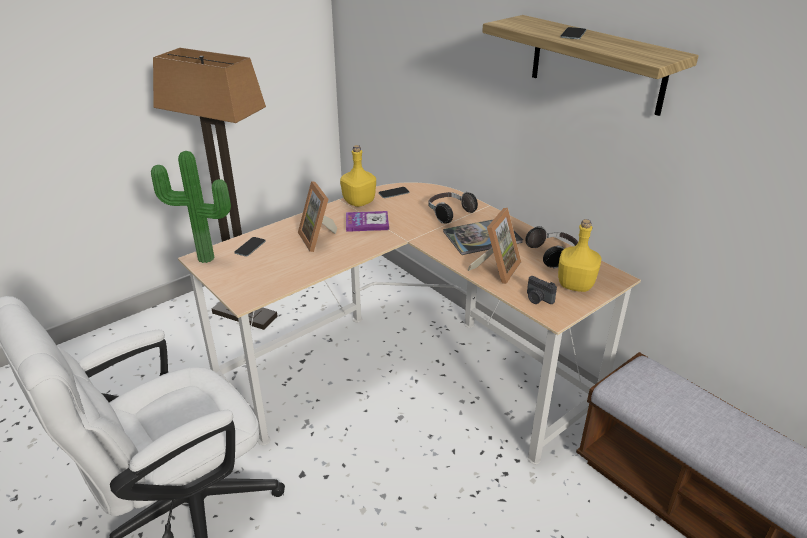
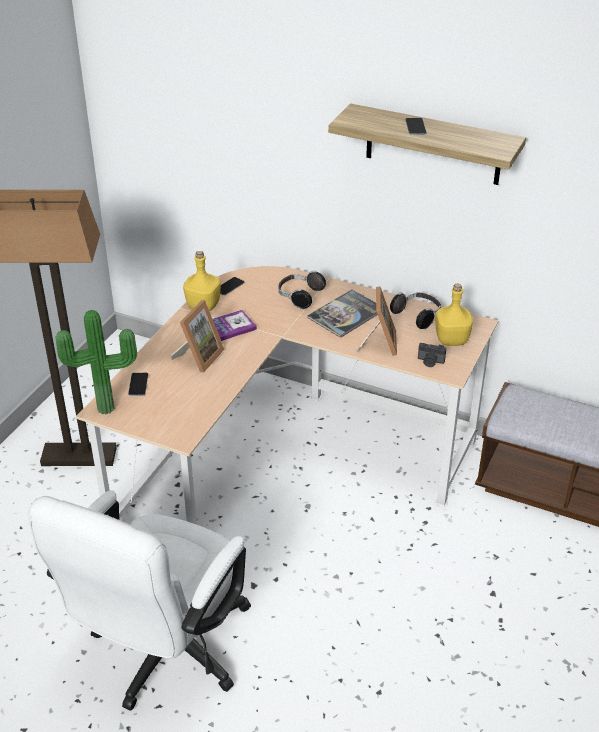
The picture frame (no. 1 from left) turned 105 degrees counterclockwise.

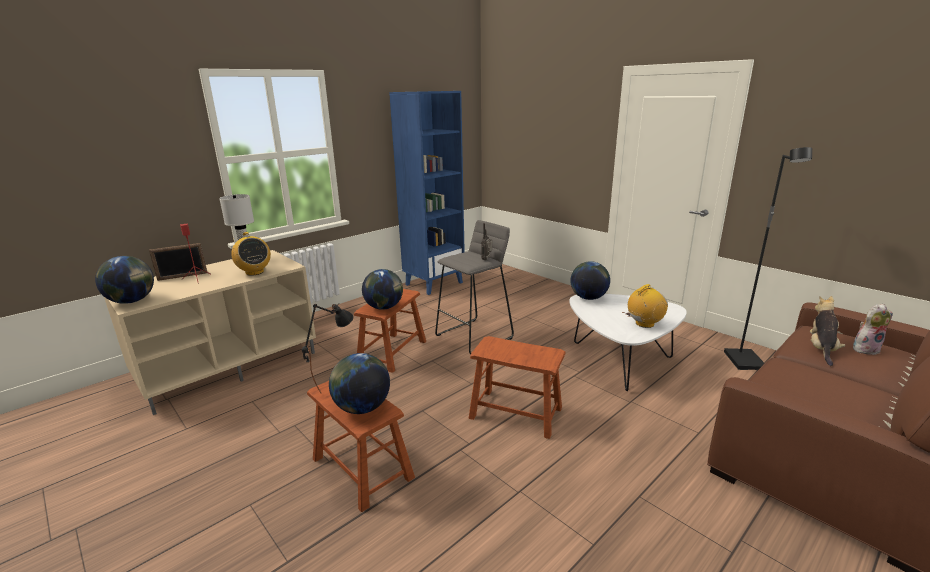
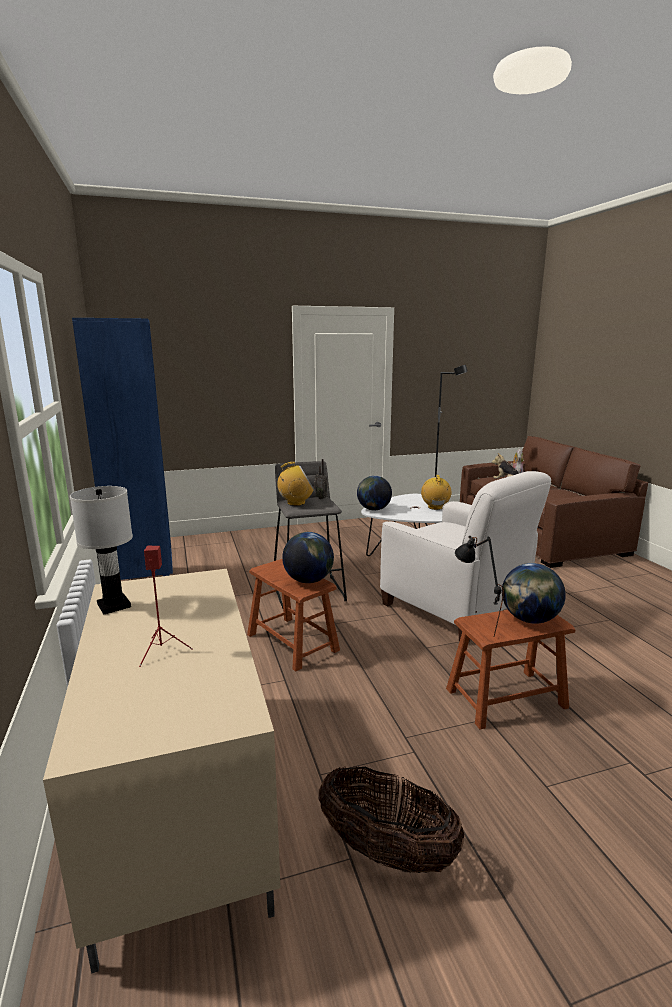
The world globe (no. 1 from left) disappeared.
The picture frame disappeared.
The radio (no. 1 from left) moved.
The sitting stool/brown-coloured (no. 3 from left) was replaced by the easy chair/white.
The storage basket appeared.

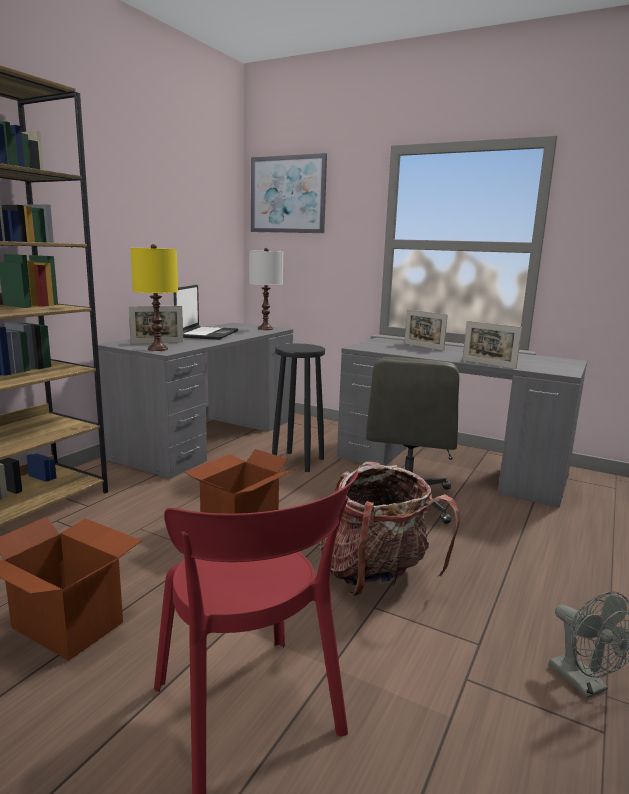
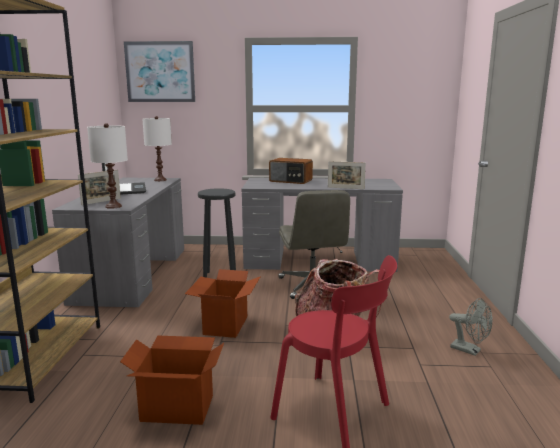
The lamp for a table/yellow-coloured became the lamp for a table/white (no. 1 from left).
The picture frame (no. 2 from left) was replaced by the radio.

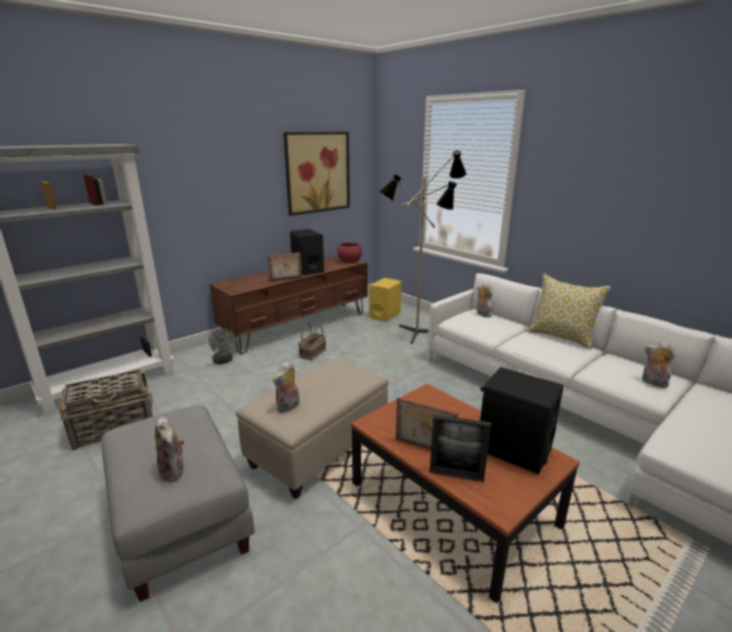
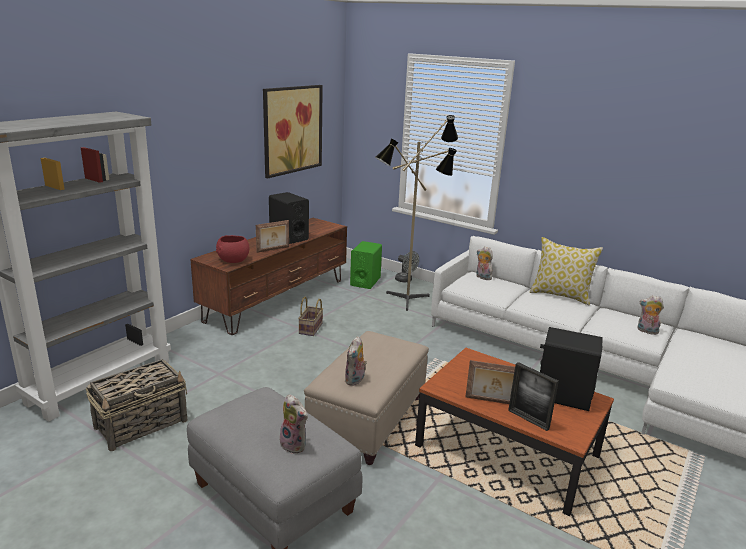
The fan/gray moved.
The deep dish/reddish moved.
The audio speaker/yellow-coloured became the audio speaker/greenish.
The picture frame (no. 3 from left) turned 45 degrees clockwise.

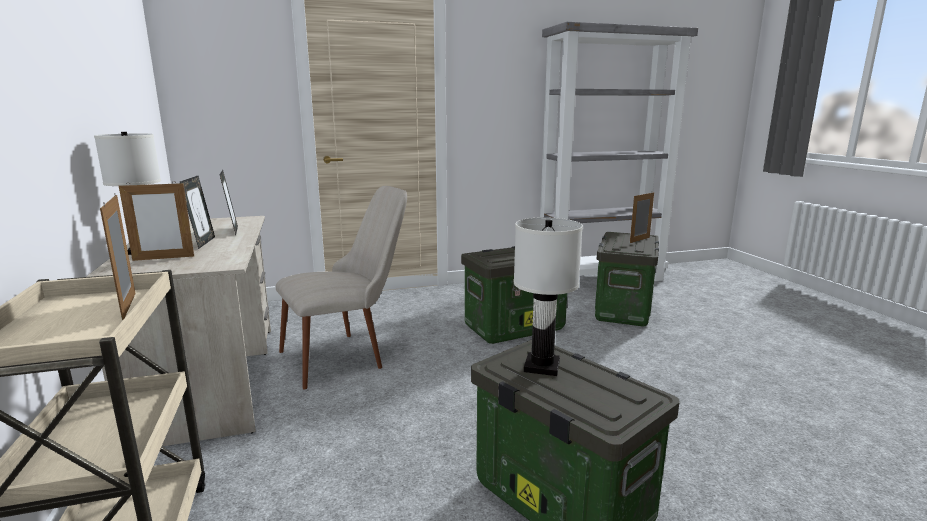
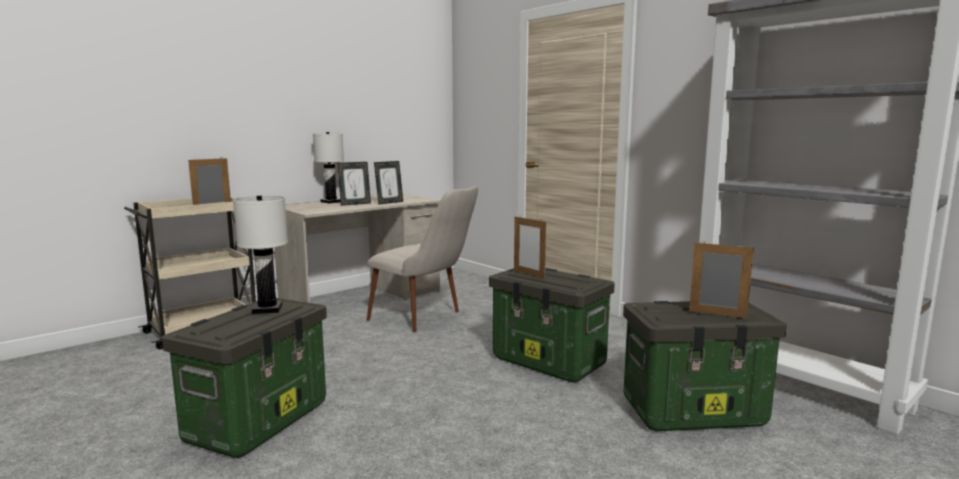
The picture frame (no. 2 from left in the first image) moved.

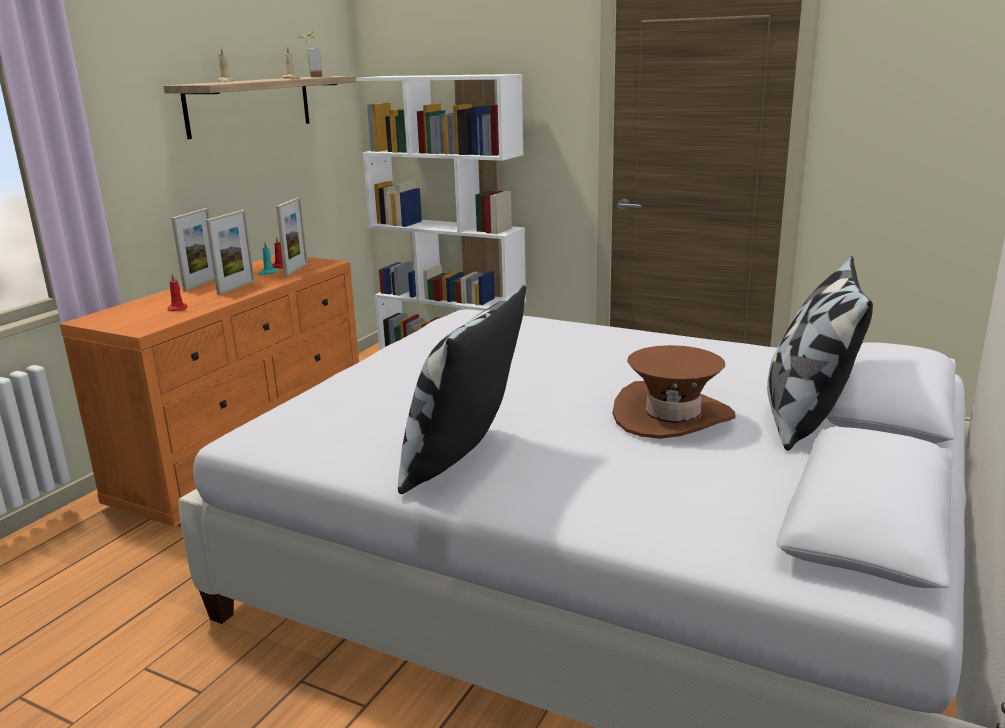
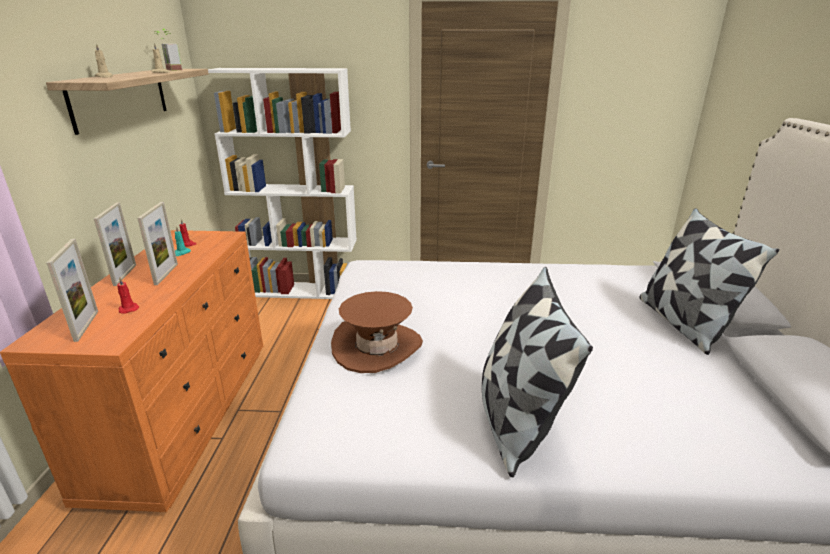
The picture frame (no. 3 from left in the first image) moved.
The clothing hat/brown-coloured moved.

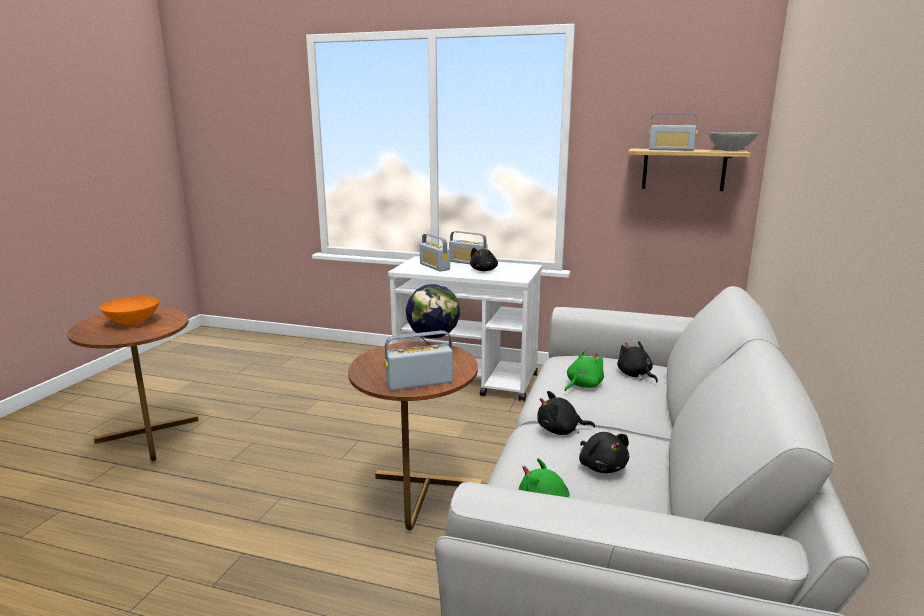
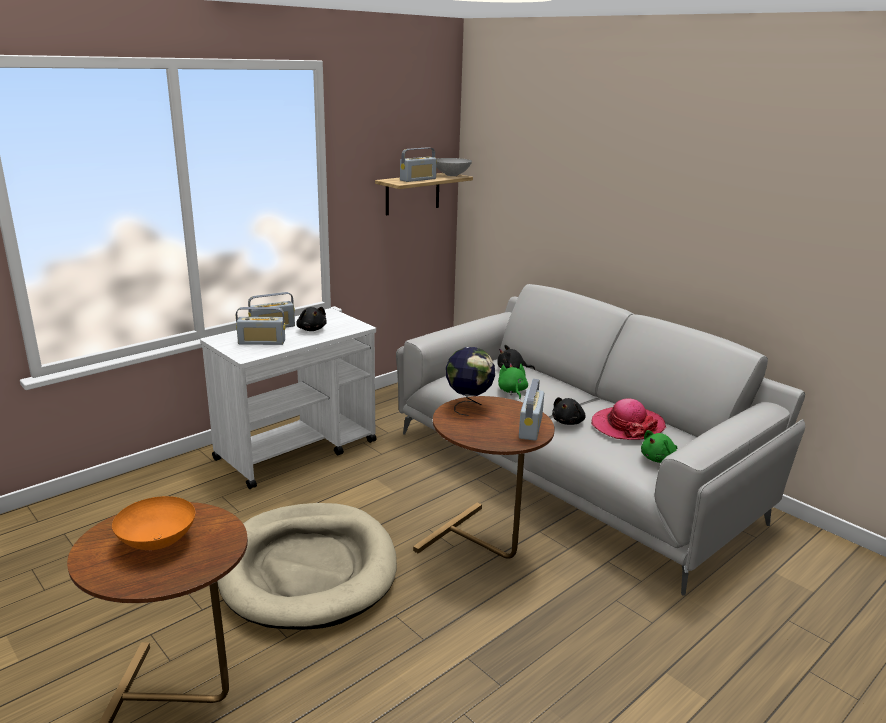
The plush toy/black (no. 3 from left) was replaced by the clothing hat.
The pet bed/beige-coloured appeared.

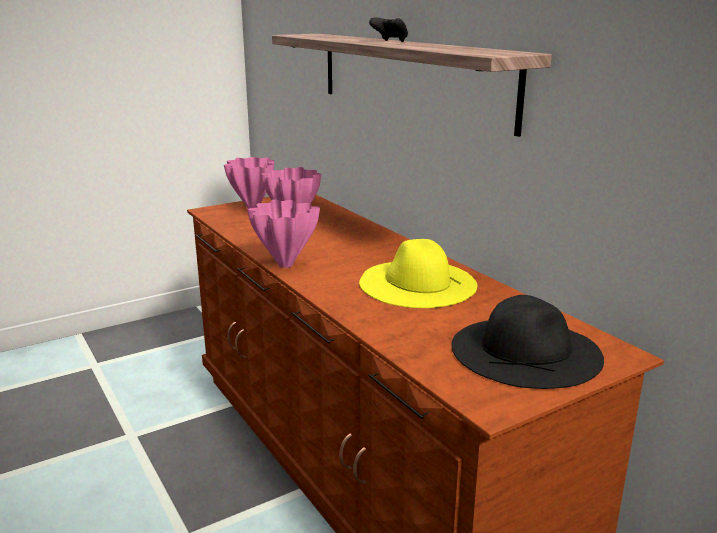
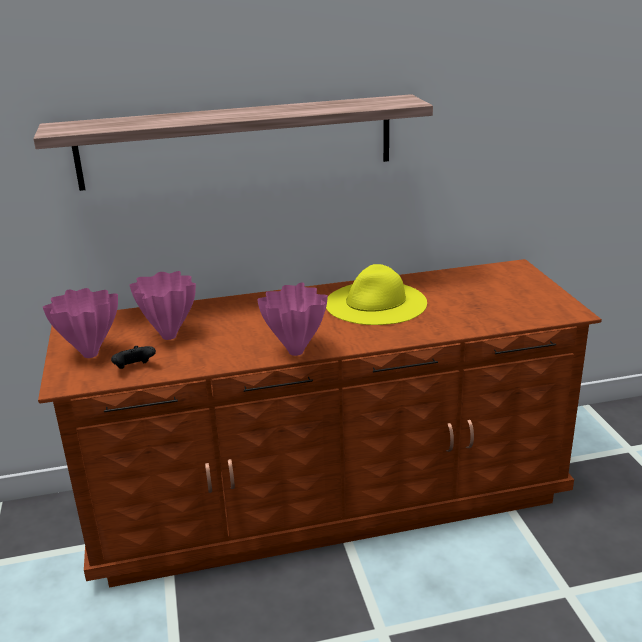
The joypad/black moved.
The clothing hat/black disappeared.

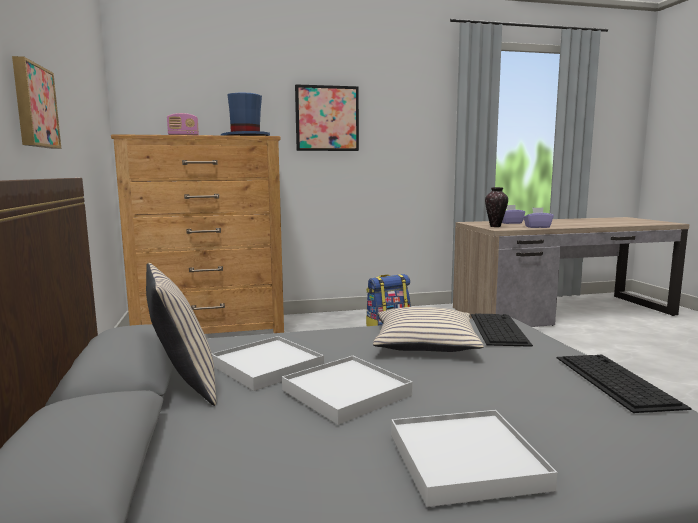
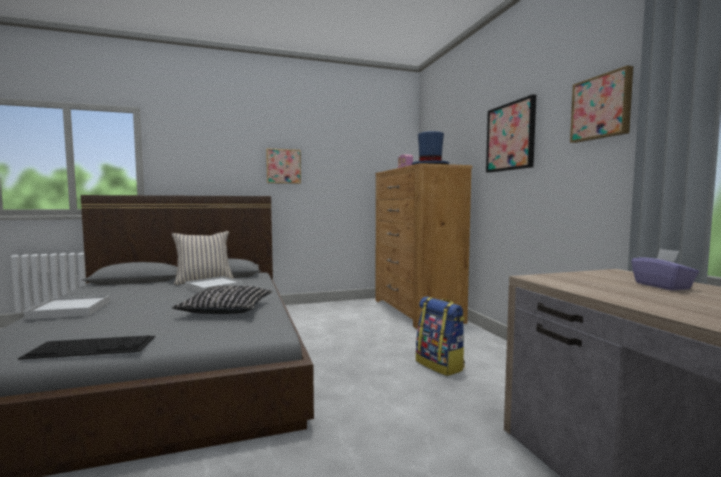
The carrying tray/white (no. 2 from left) disappeared.
The cushion/beige-coloured (no. 2 from left) became the cushion/black.
The computer keyboard (no. 1 from left) disappeared.
The vase disappeared.
The tissue box/purple (no. 2 from left) disappeared.
The picture (no. 3 from left) appeared.

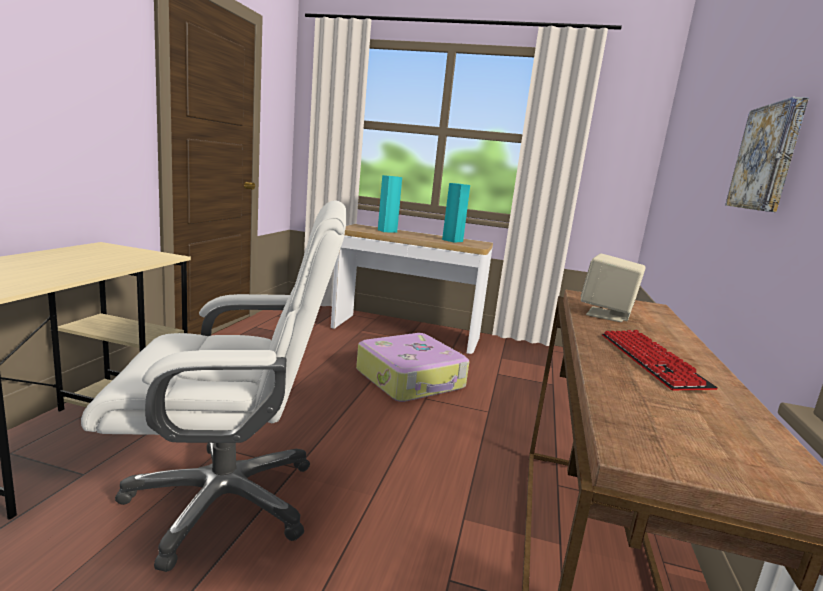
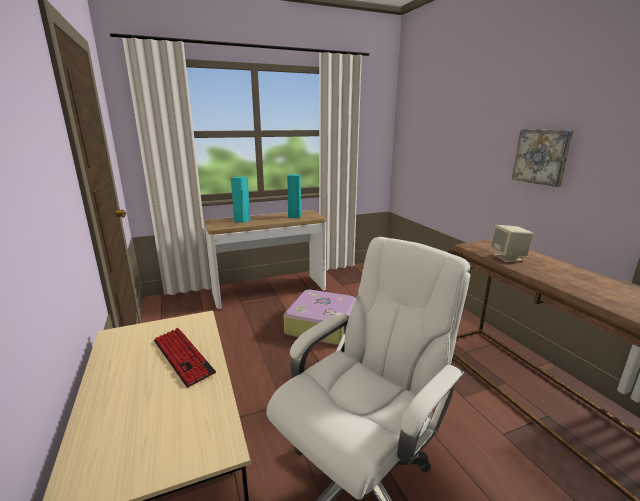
The computer keyboard moved.

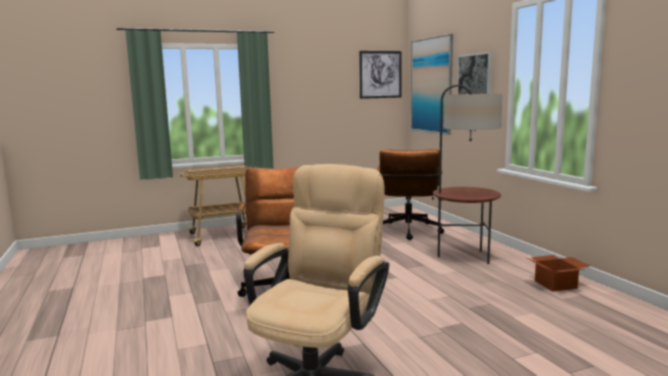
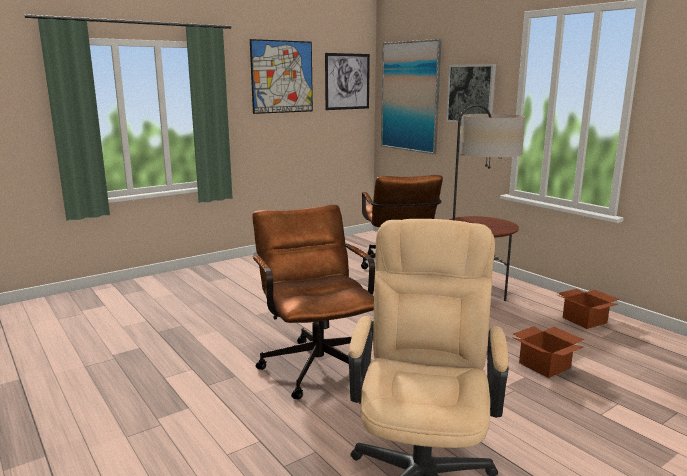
The trolley disappeared.
The picture (no. 1 from left) appeared.
The cardboard box (no. 1 from left) appeared.

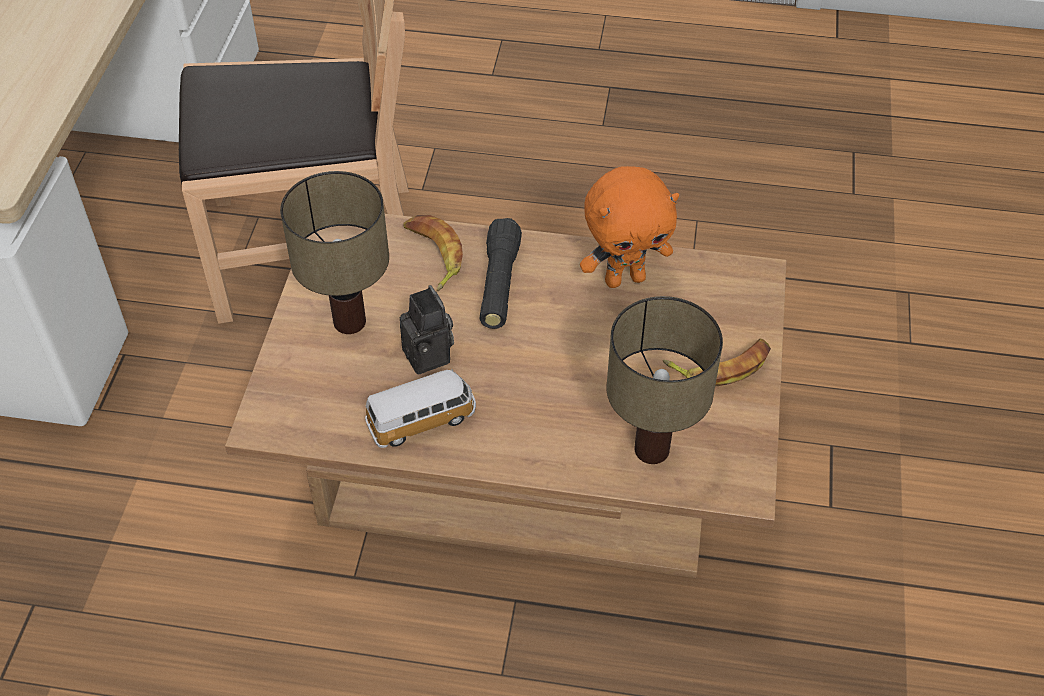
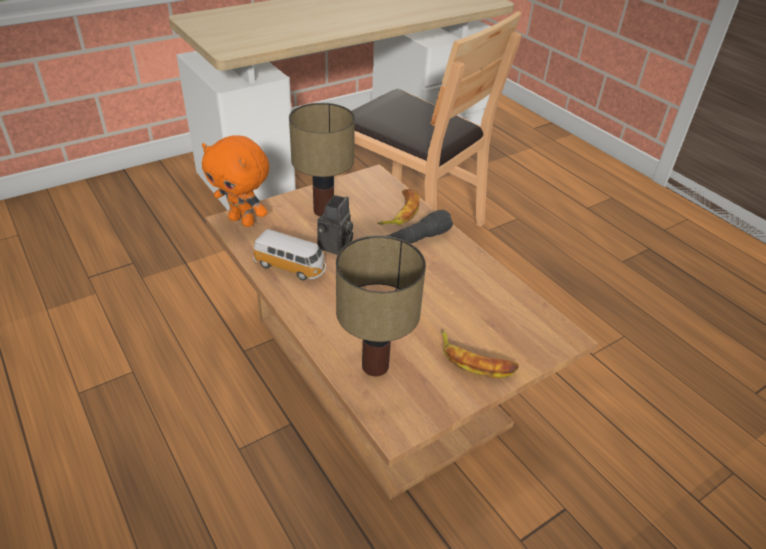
The plush toy/orange moved.

